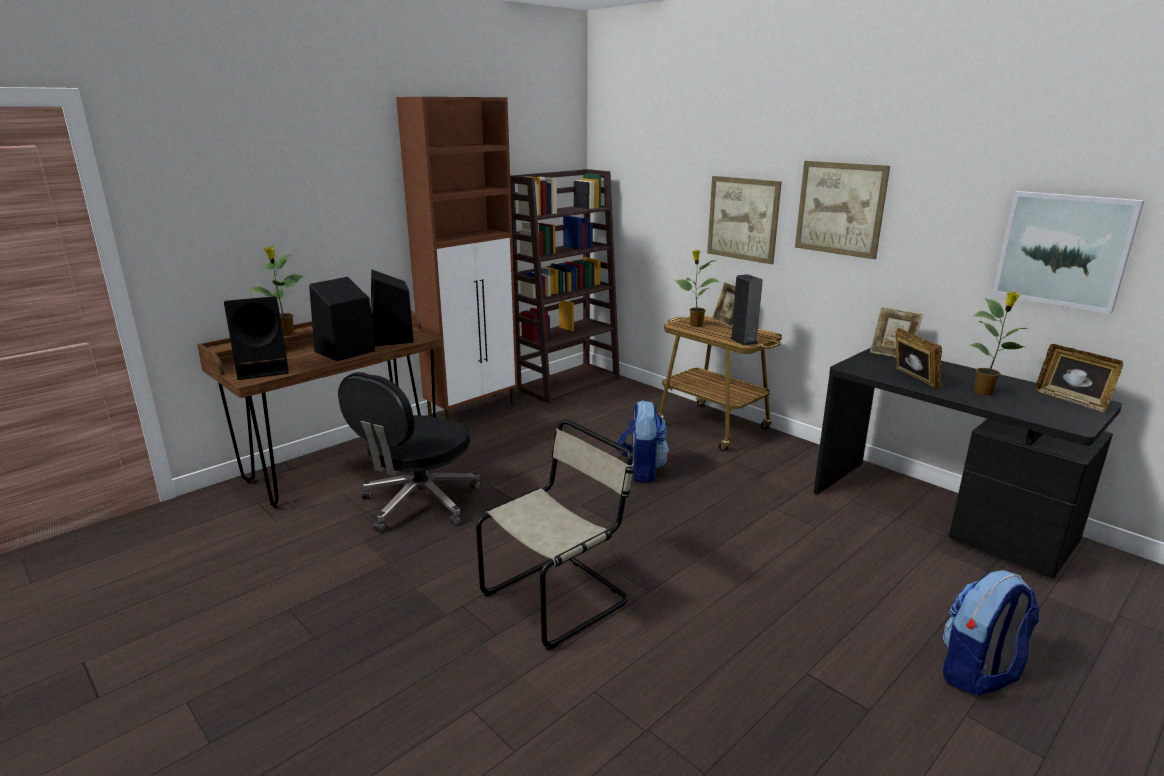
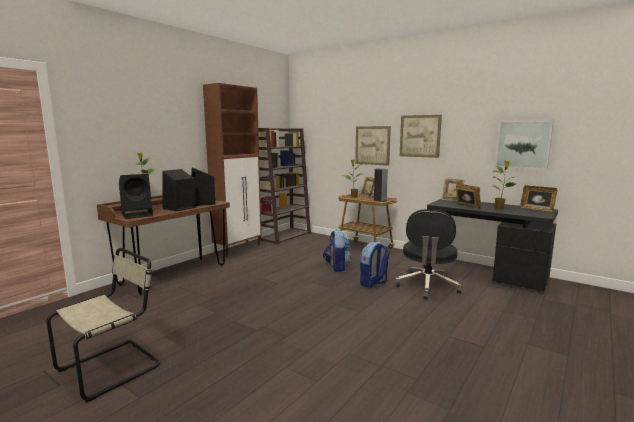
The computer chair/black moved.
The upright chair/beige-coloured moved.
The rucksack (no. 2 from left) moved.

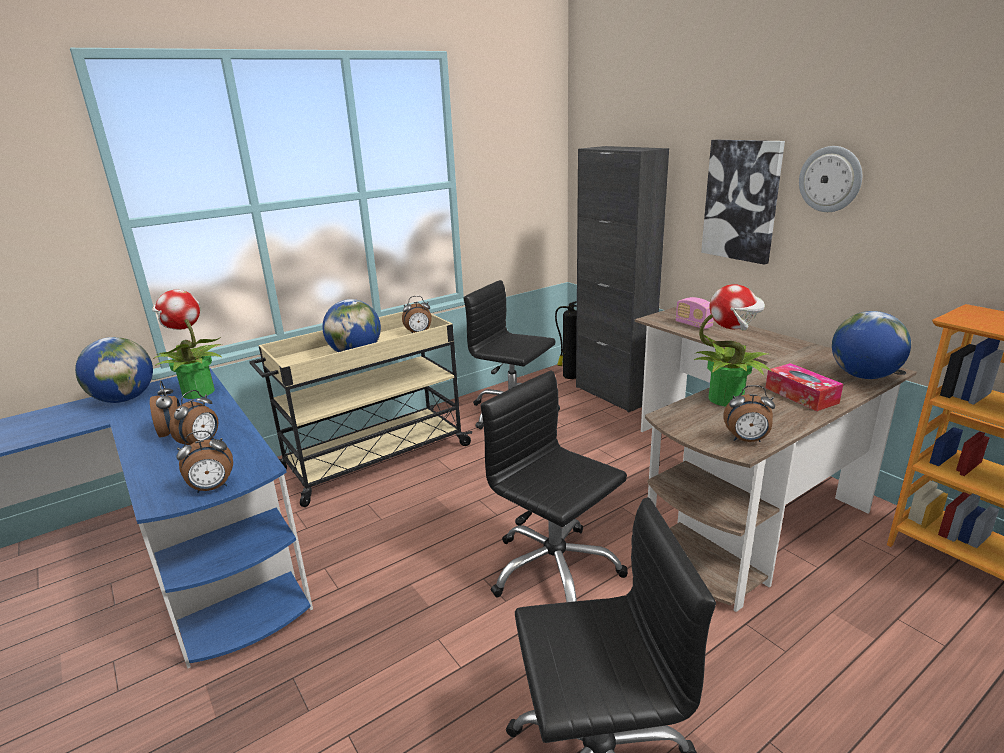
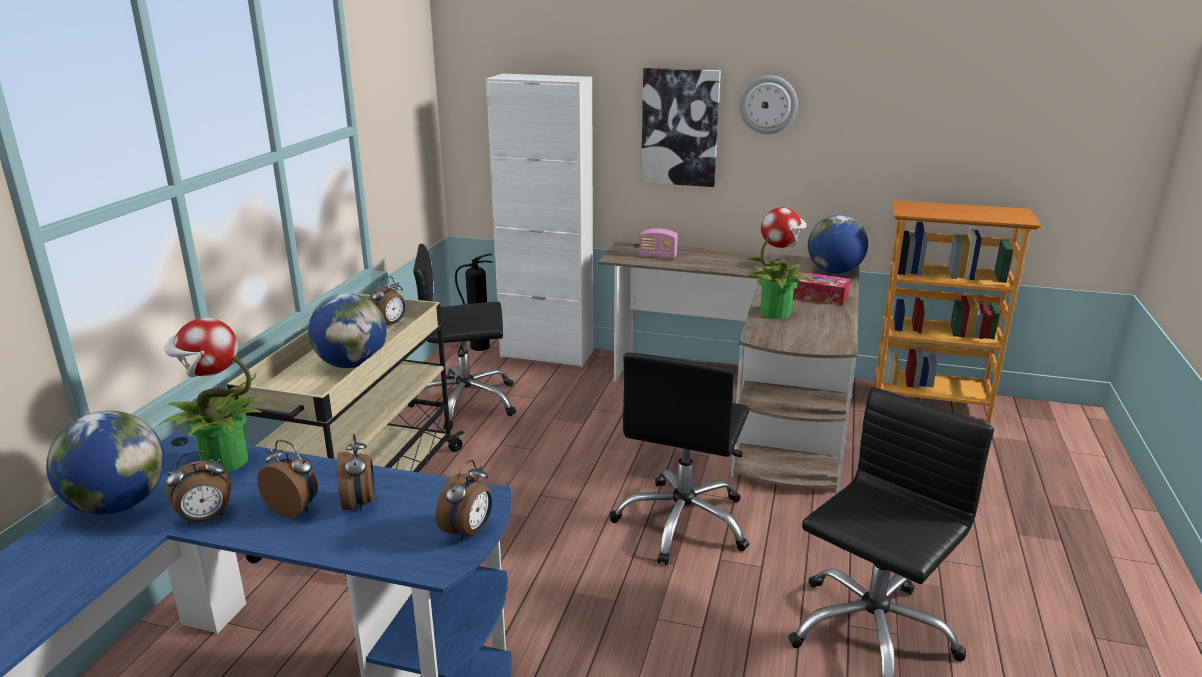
The computer chair/black (no. 2 from left) turned 75 degrees counterclockwise.
The cupboard/black became the cupboard/white.
The table clock (no. 5 from left in the first image) moved.

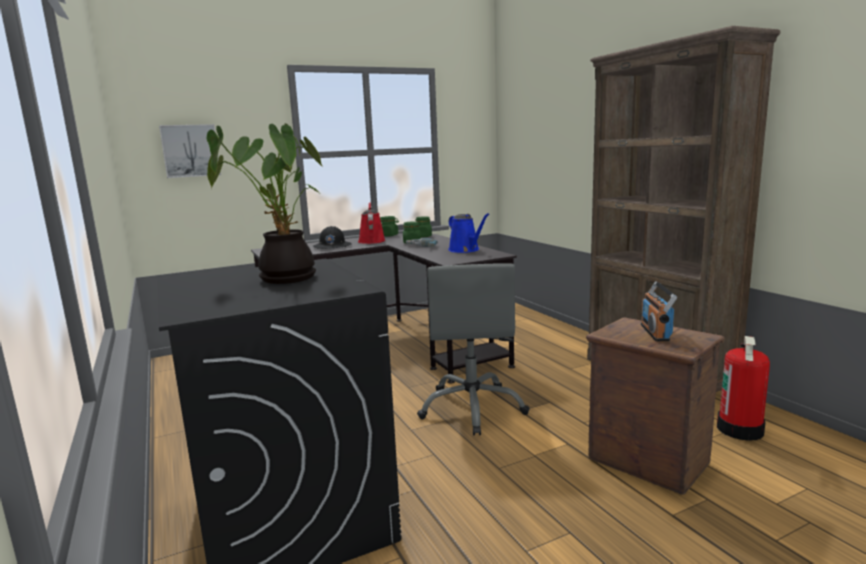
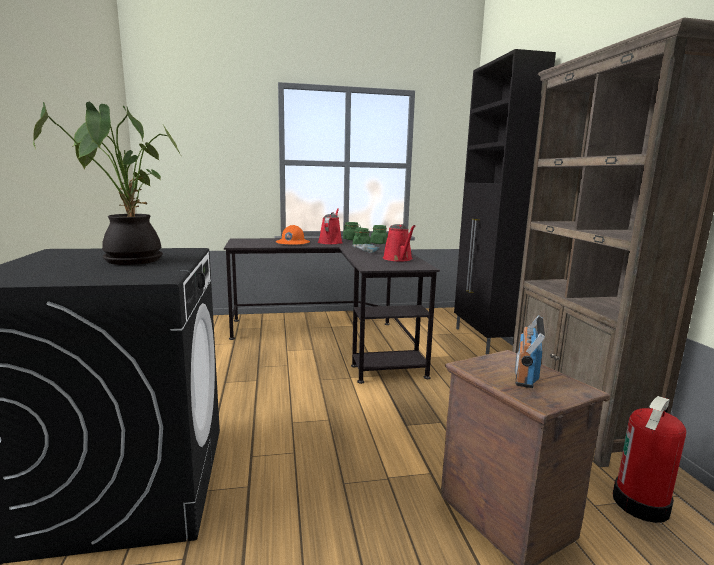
The picture disappeared.
The work helmet/black became the work helmet/orange.
The computer chair/gray disappeared.
The sprinkling can/blue became the sprinkling can/reddish (no. 2 from left).
The cupboard/black appeared.

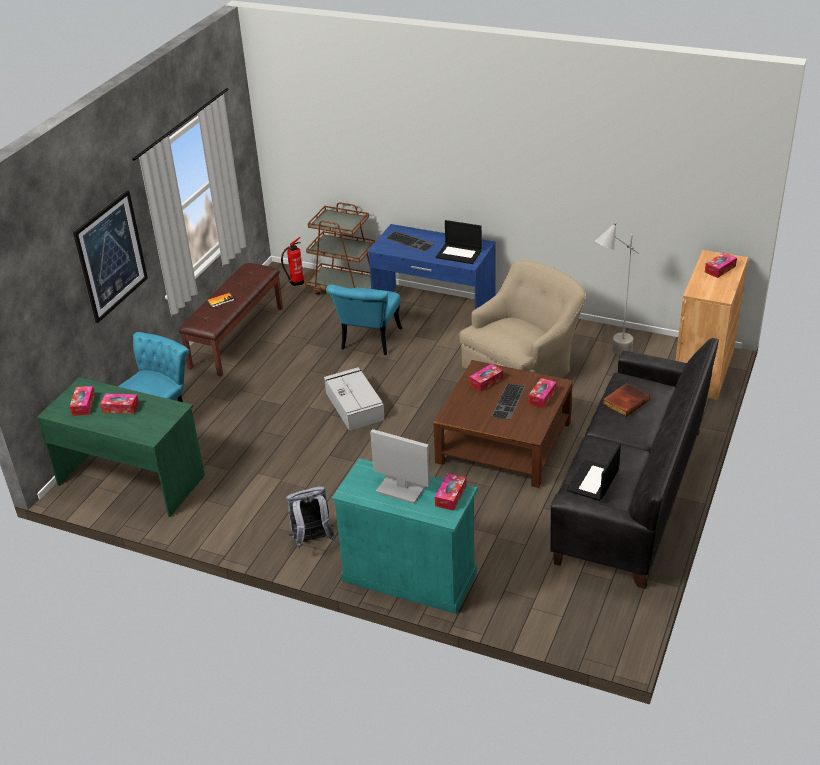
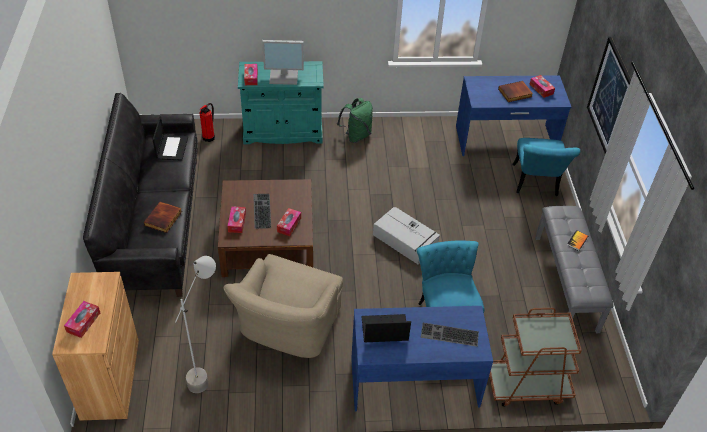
The desk table/greenish became the desk table/blue (no. 2 from left).
The tissue box (no. 2 from left) was replaced by the book (no. 2 from left).
The long seat/brown-coloured became the long seat/gray.
The fire-fighting cylinder moved.
The rucksack/gray became the rucksack/greenish.

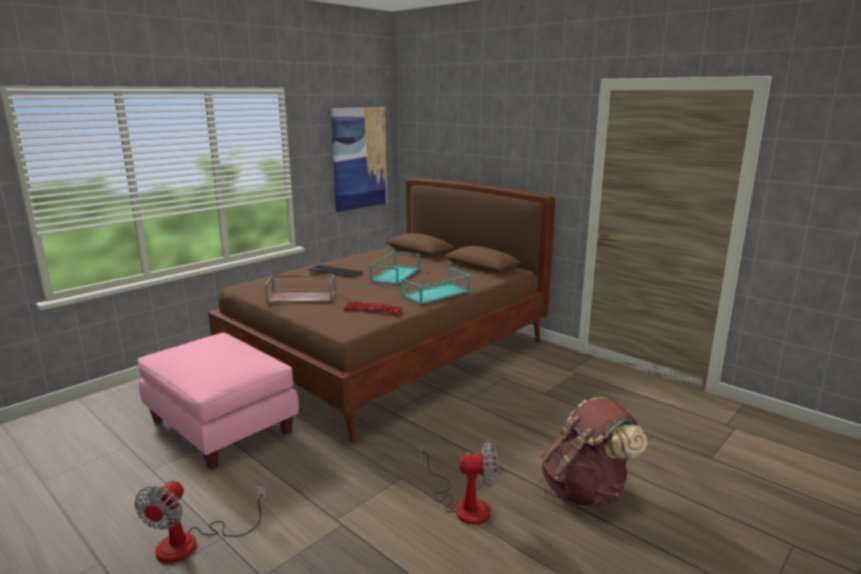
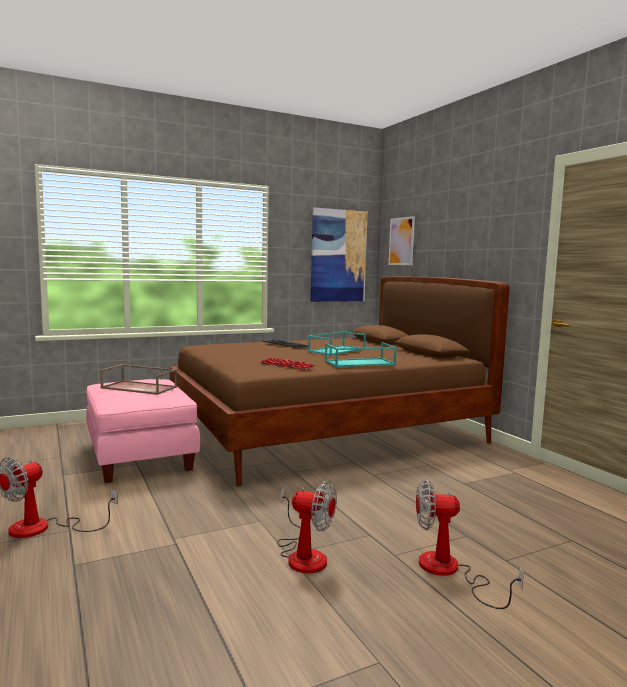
The carrying tray/brown-coloured moved.
The rucksack/brown-coloured was replaced by the fan (no. 3 from left).
The picture (no. 2 from left) appeared.

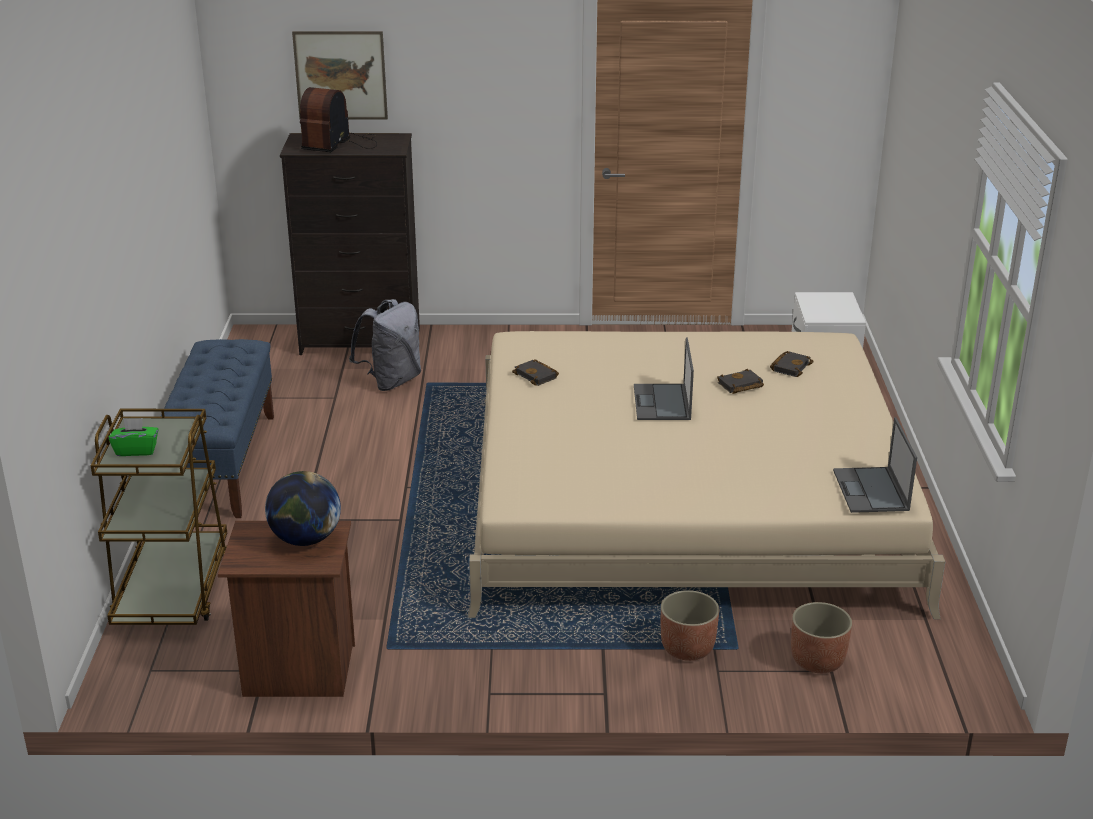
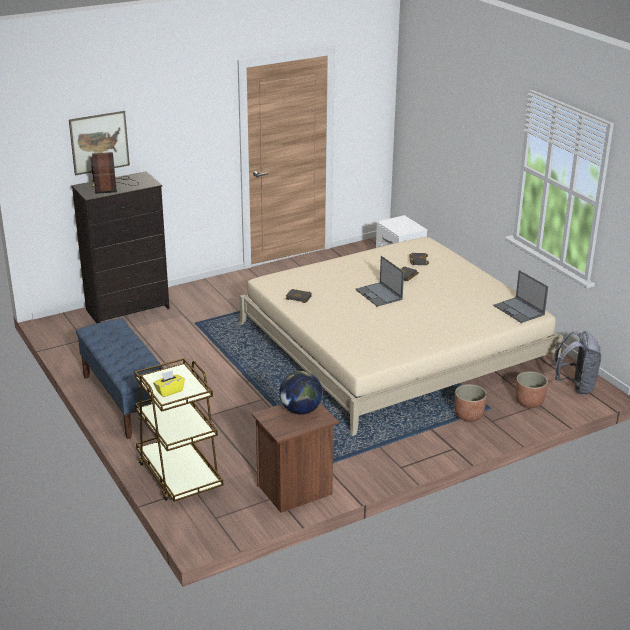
The tissue box/greenish became the tissue box/yellow-coloured.
The rucksack/gray moved.

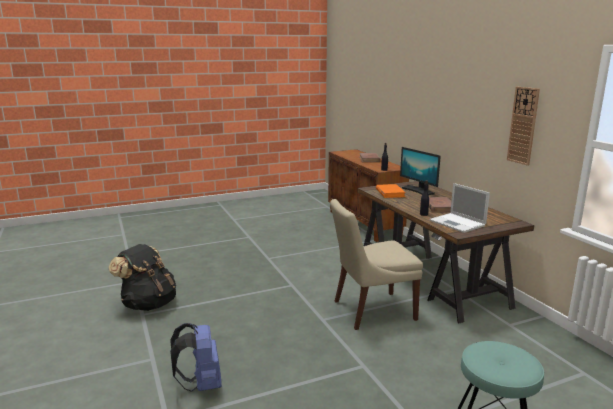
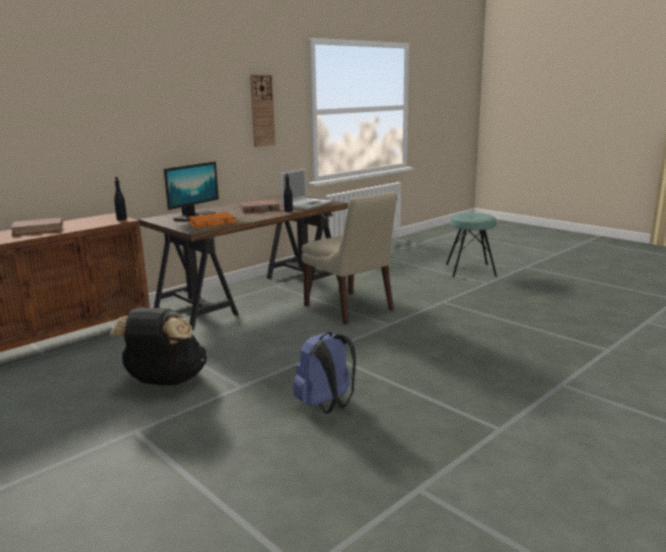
The rucksack/black moved.
The rucksack/blue moved.

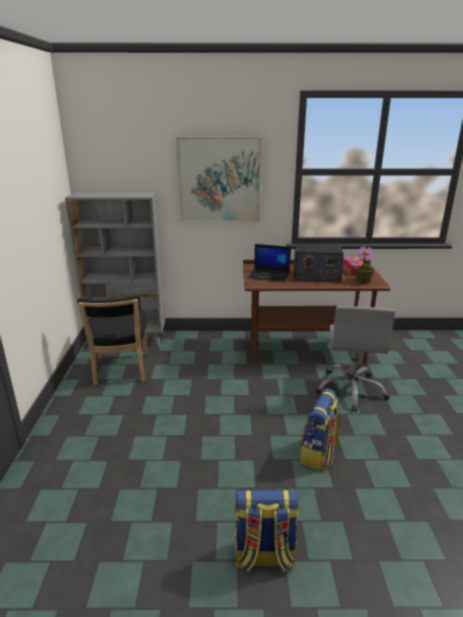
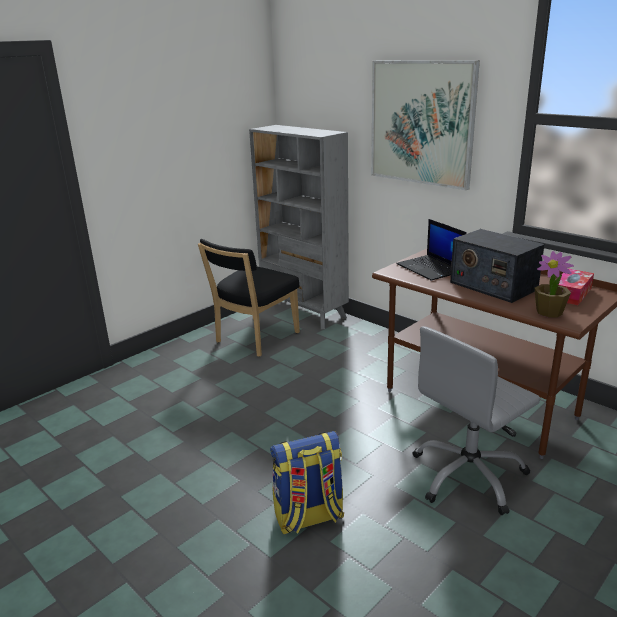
The rucksack (no. 1 from left) disappeared.

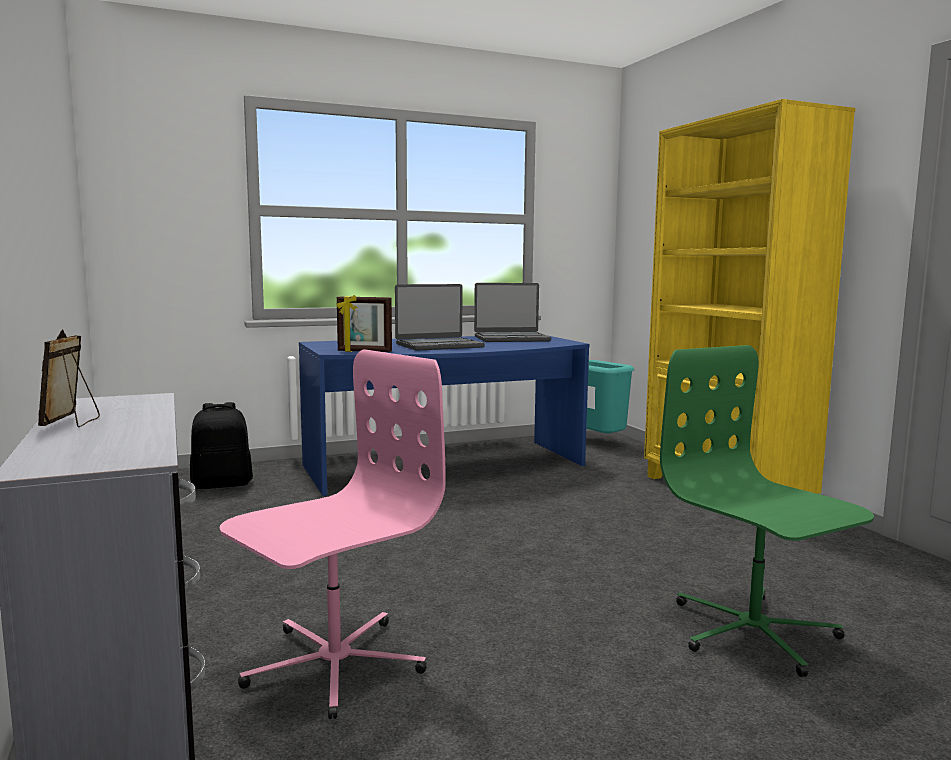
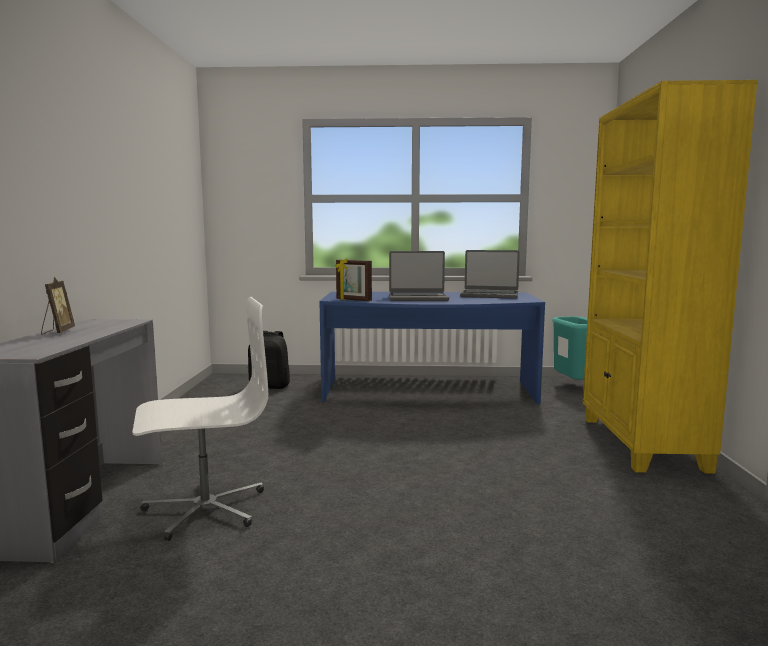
The picture frame (no. 1 from left) turned 150 degrees clockwise.
The computer chair/pinkish became the computer chair/white.
The computer chair/greenish disappeared.

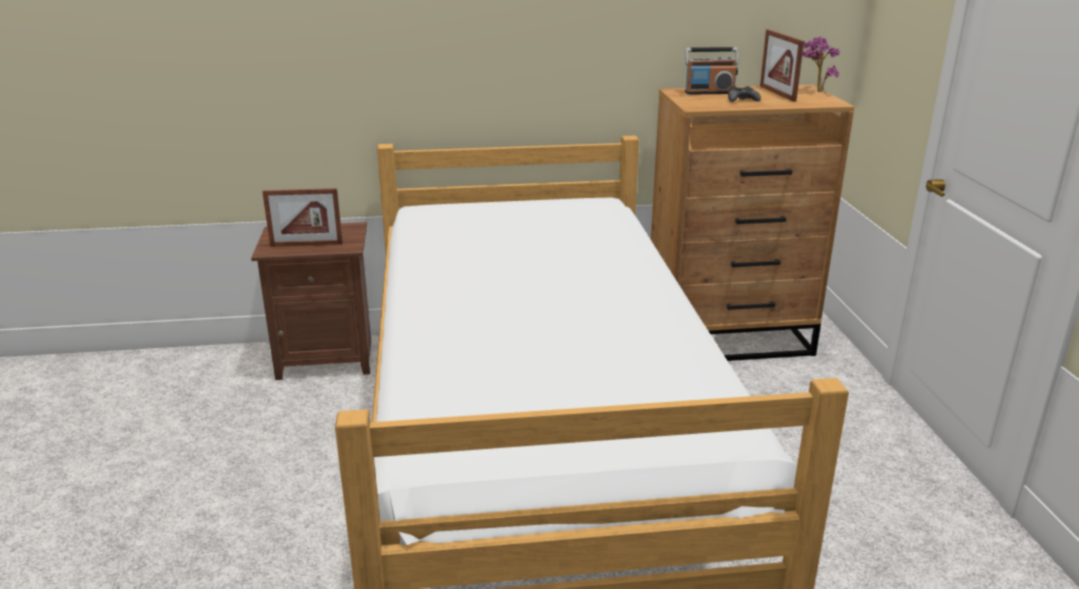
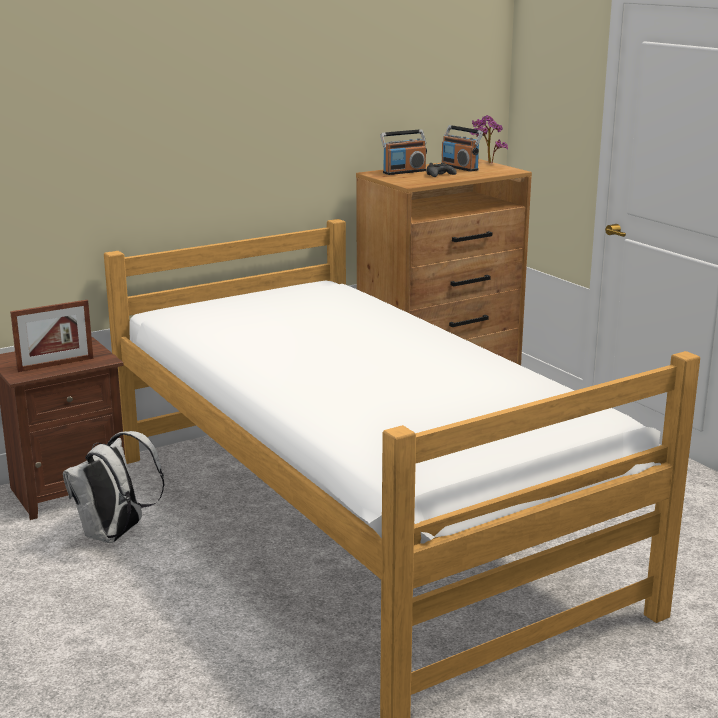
The picture frame (no. 2 from left) was replaced by the radio (no. 2 from left).
The rucksack/white appeared.

